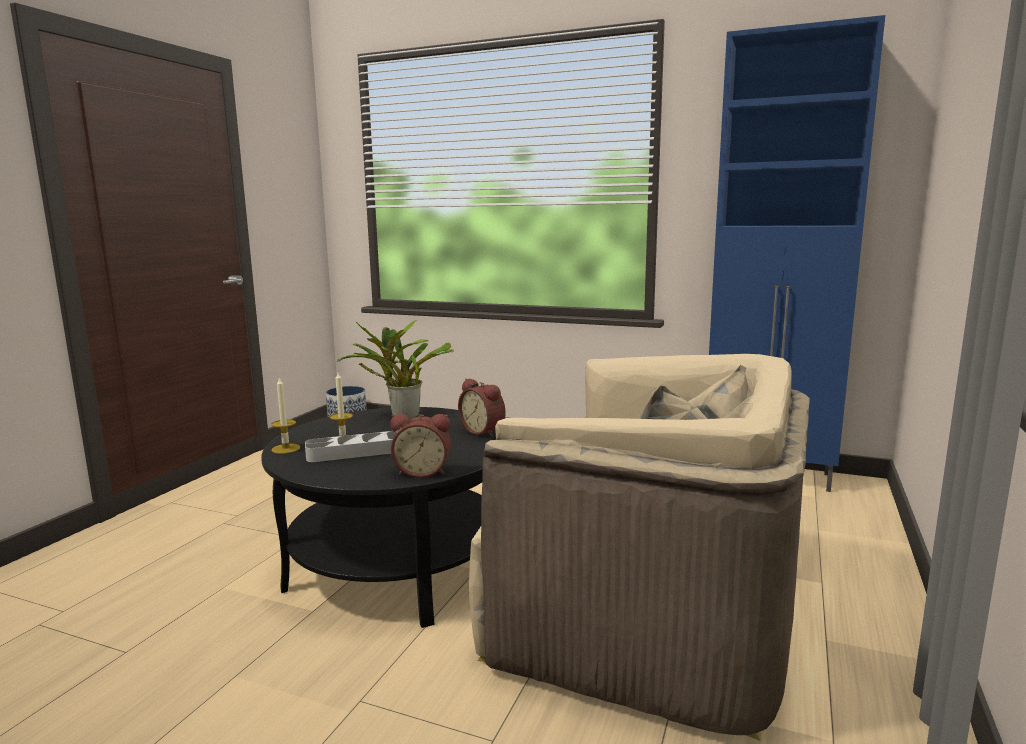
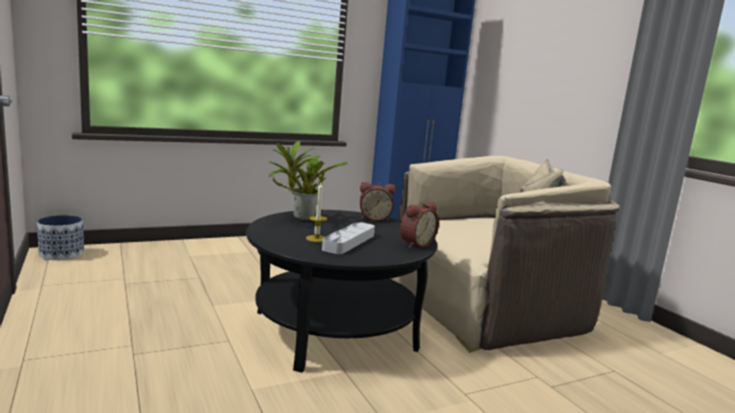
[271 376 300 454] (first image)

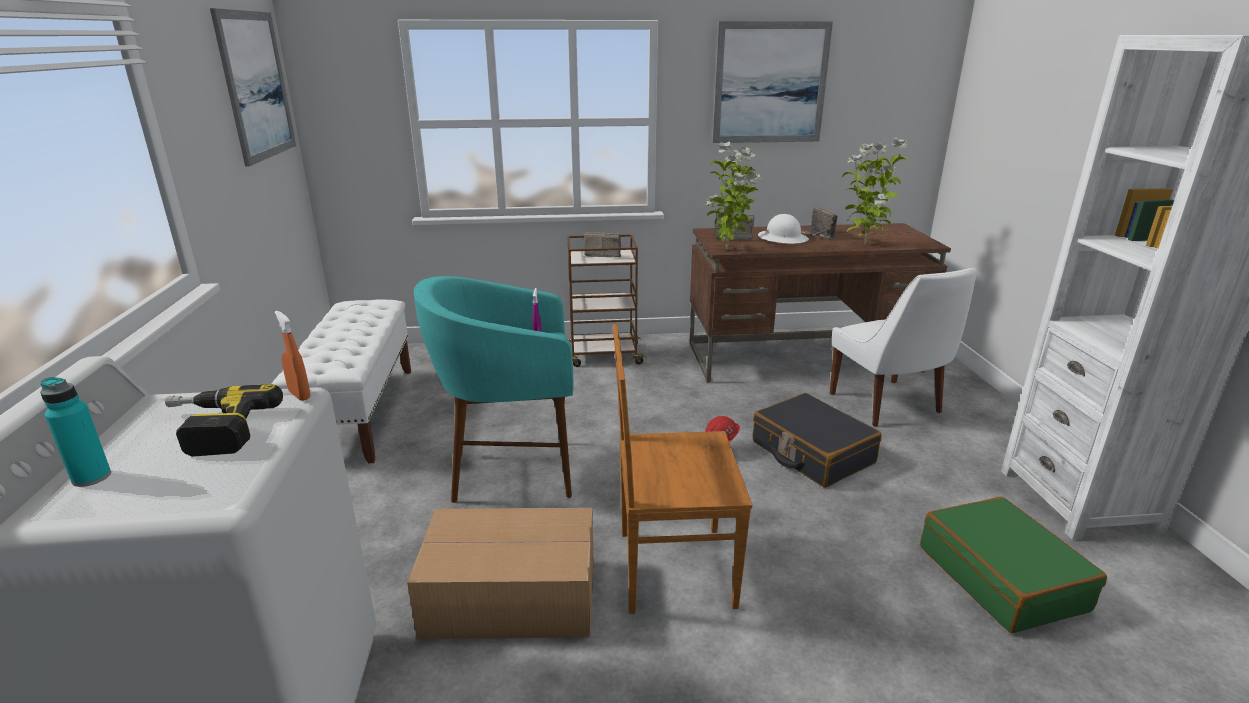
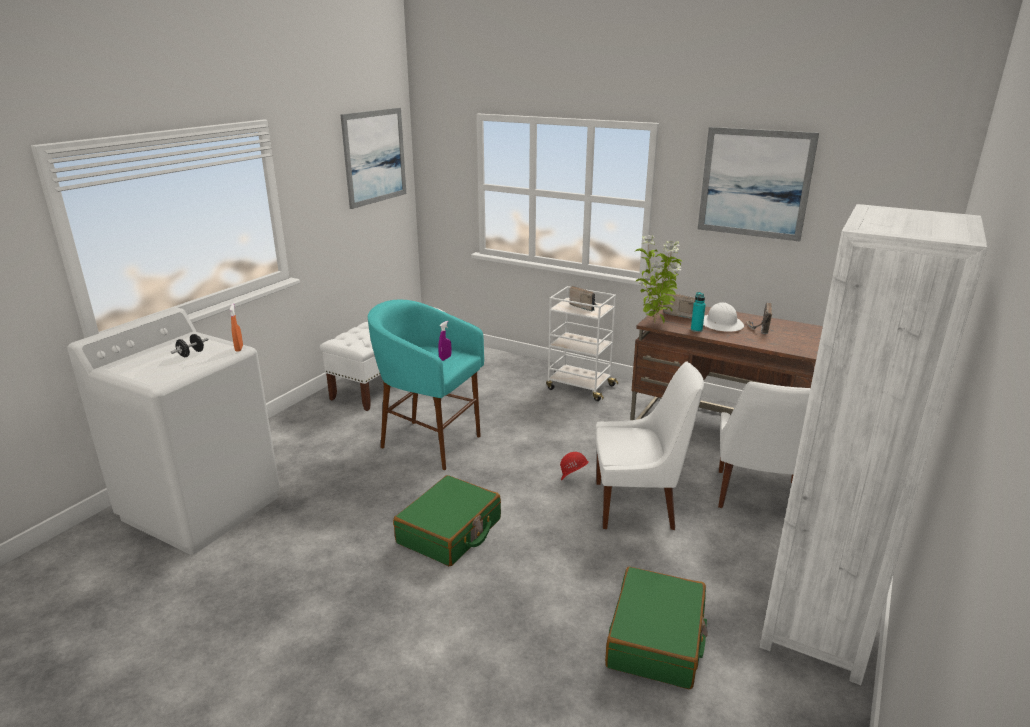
[171 334 208 357]
[393 475 501 566]
[546 286 618 401]
[595 361 704 530]
[691 292 706 332]
[407 508 594 639] (first image)
[842 137 908 244] (first image)

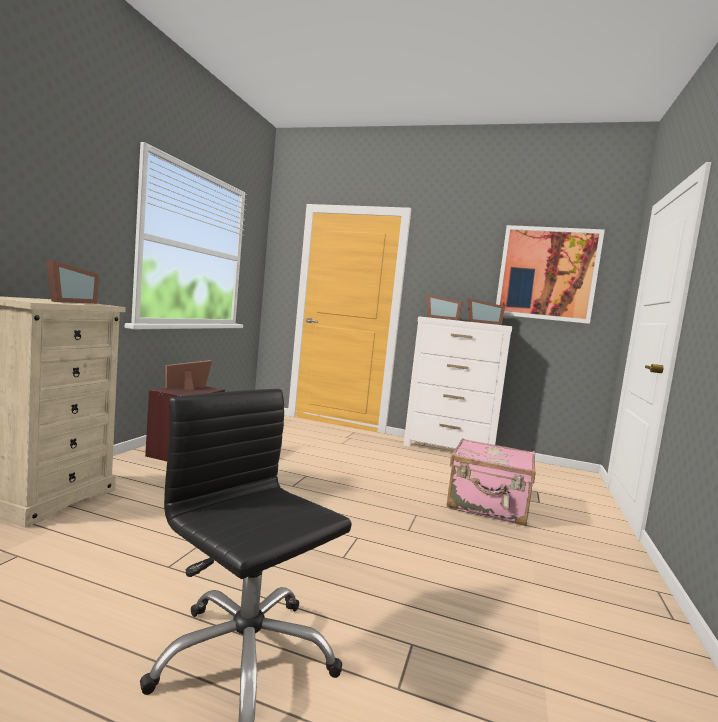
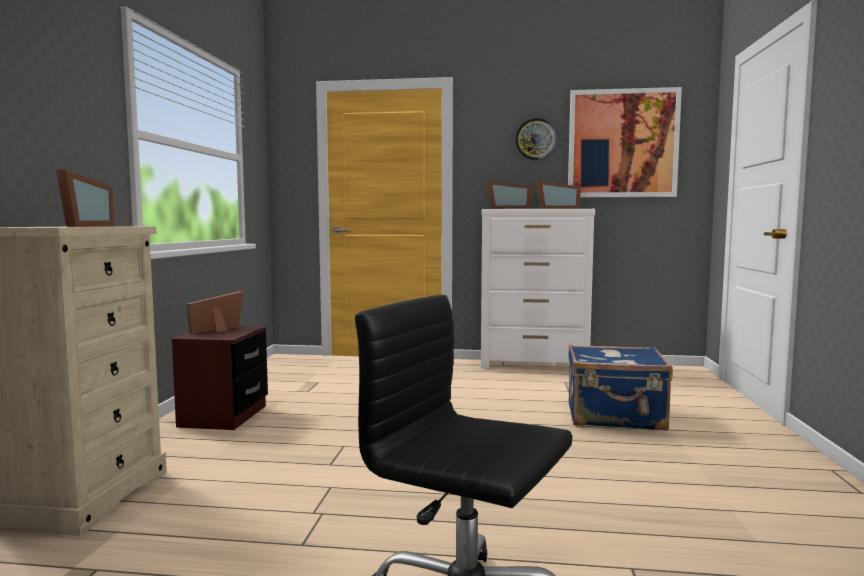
[515 118 557 160]
[568 344 673 431]

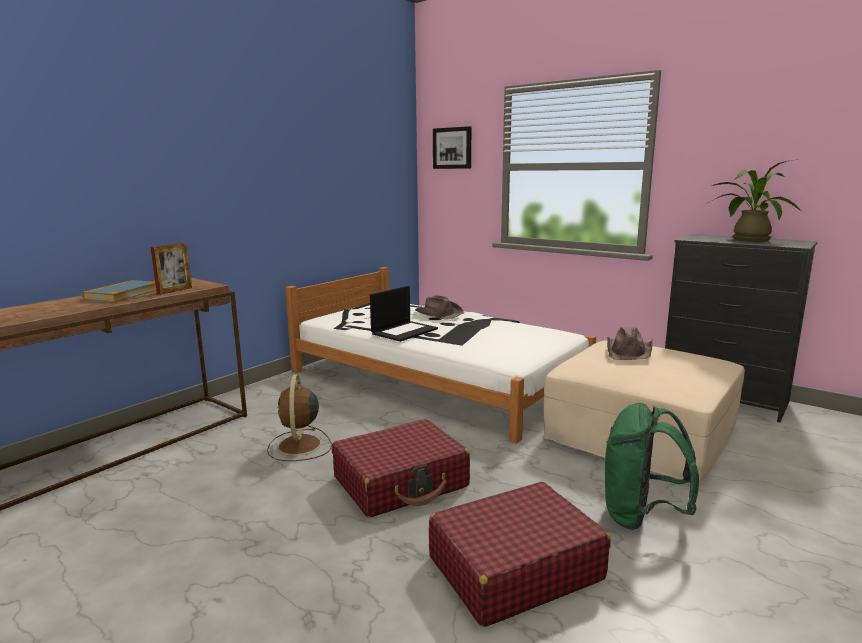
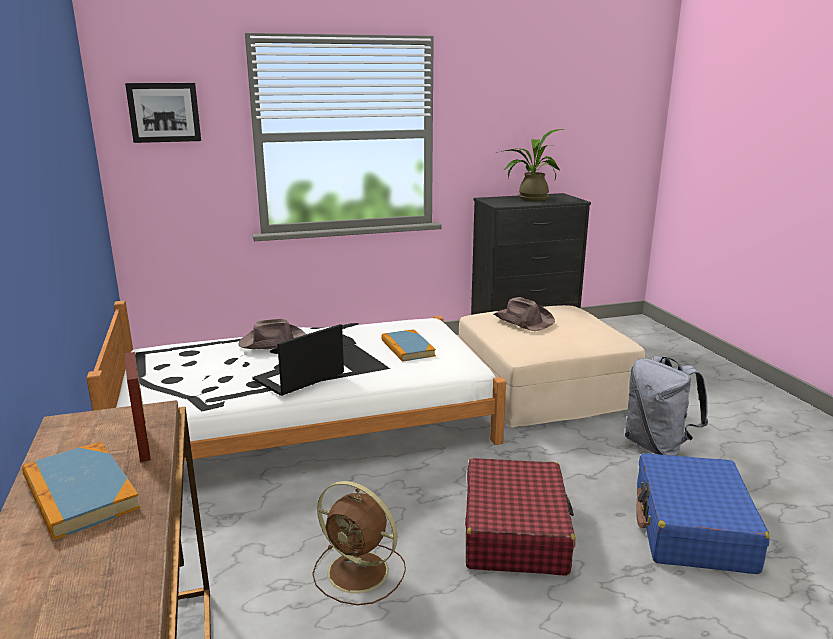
[252 324 344 396]
[381 329 436 362]
[625 356 708 456]
[636 453 770 574]

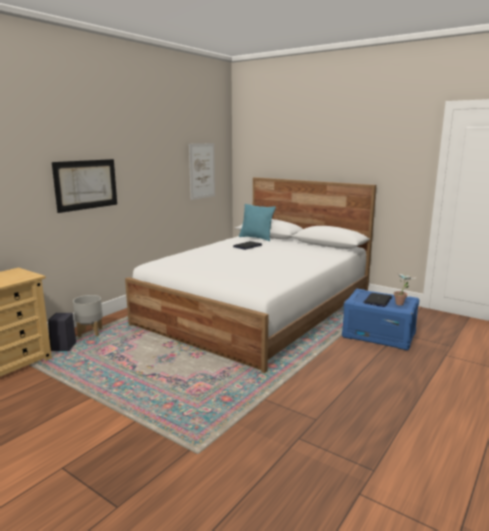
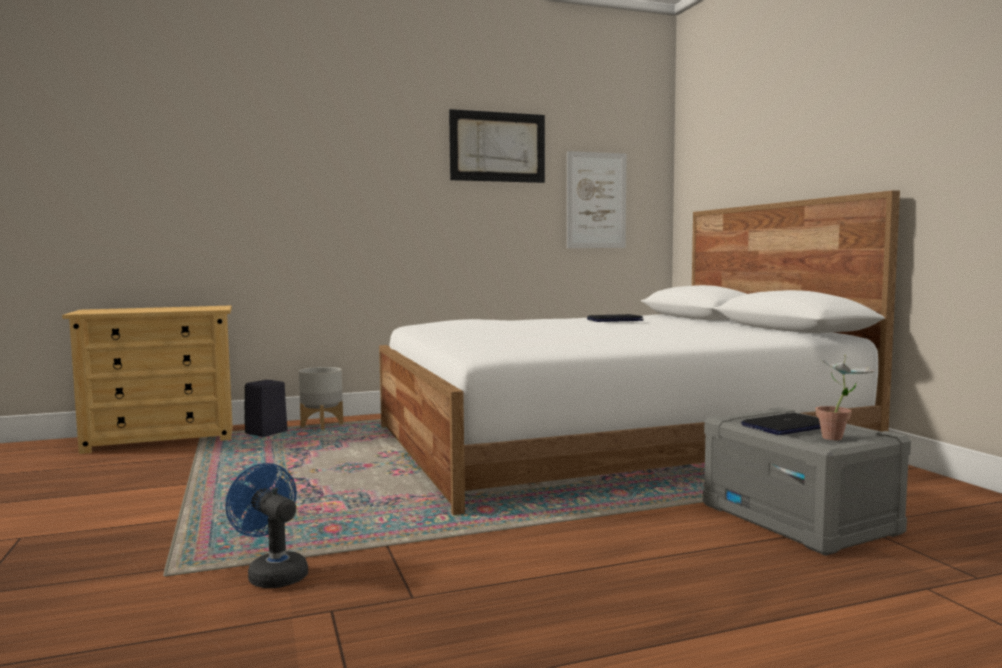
[225 463 308 588]
[449 109 545 183]
[703 407 911 556]
[239 204 276 241] (first image)

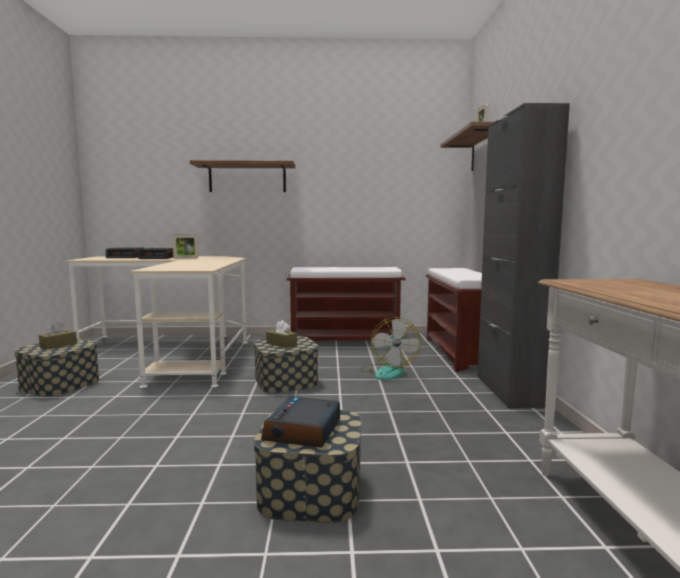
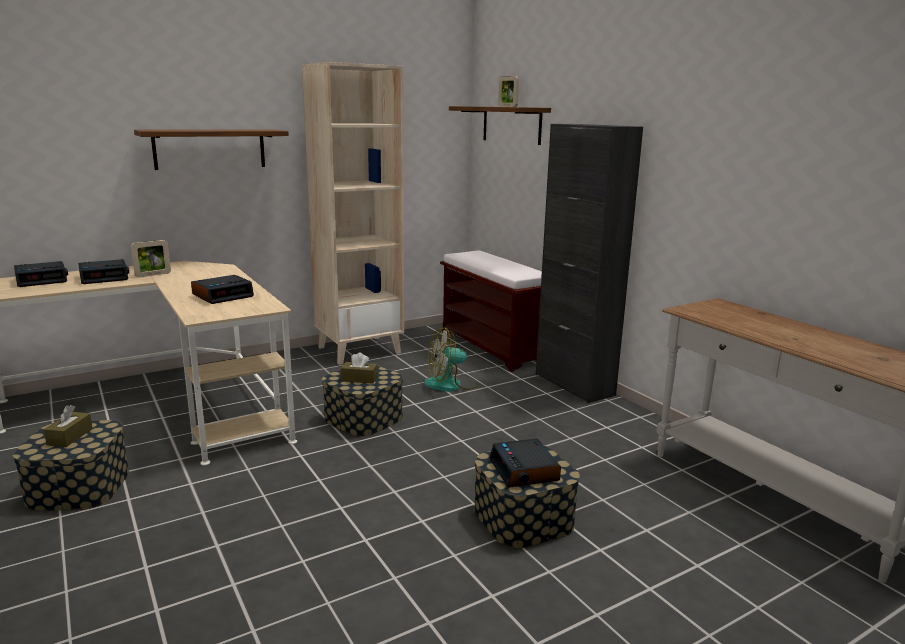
[191 275 254 304]
[302 62 404 365]
[424 327 479 392]

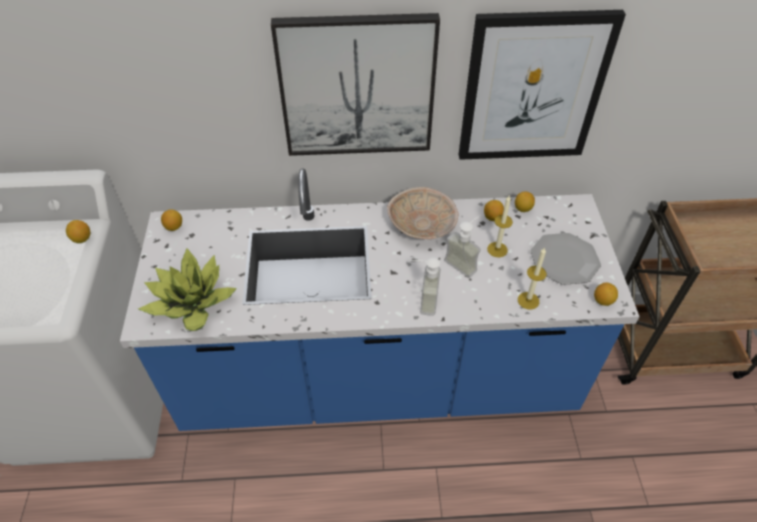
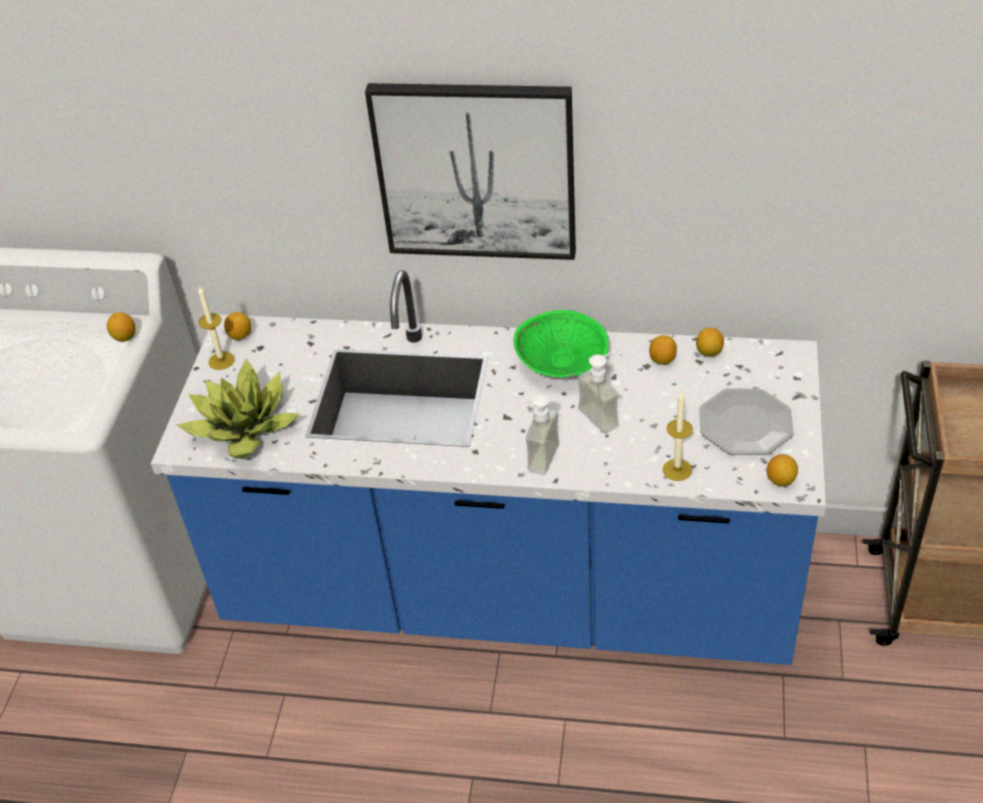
[198 285 235 370]
[514 310 609 378]
[459 10 626 160] (first image)

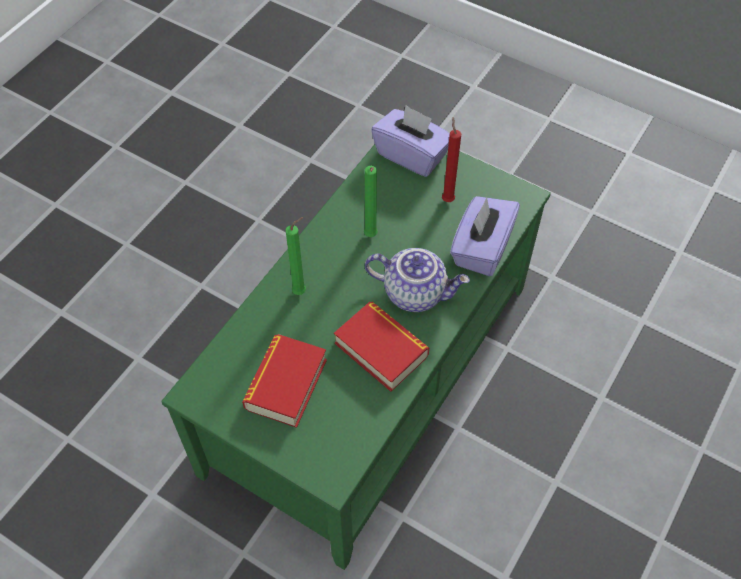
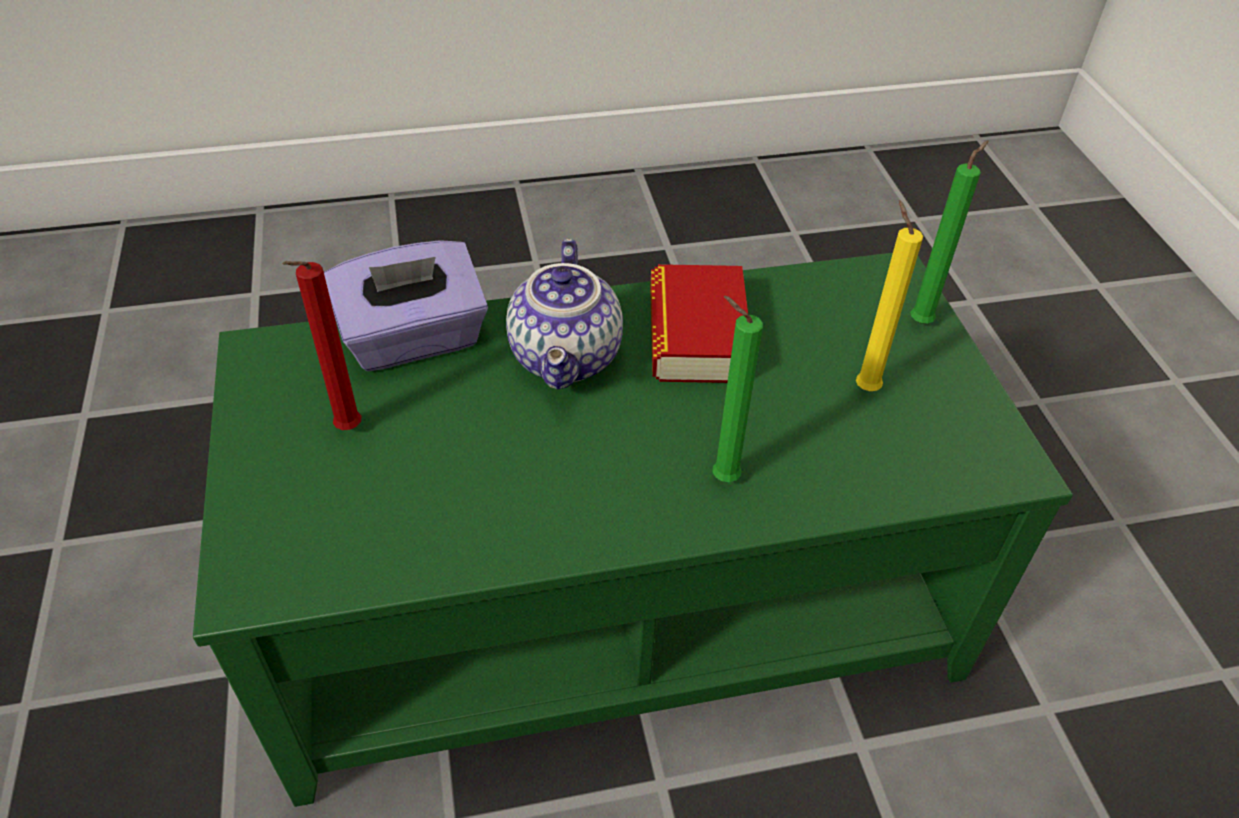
[506 239 623 389]
[856 200 923 391]
[911 140 988 323]
[371 105 450 177] (first image)

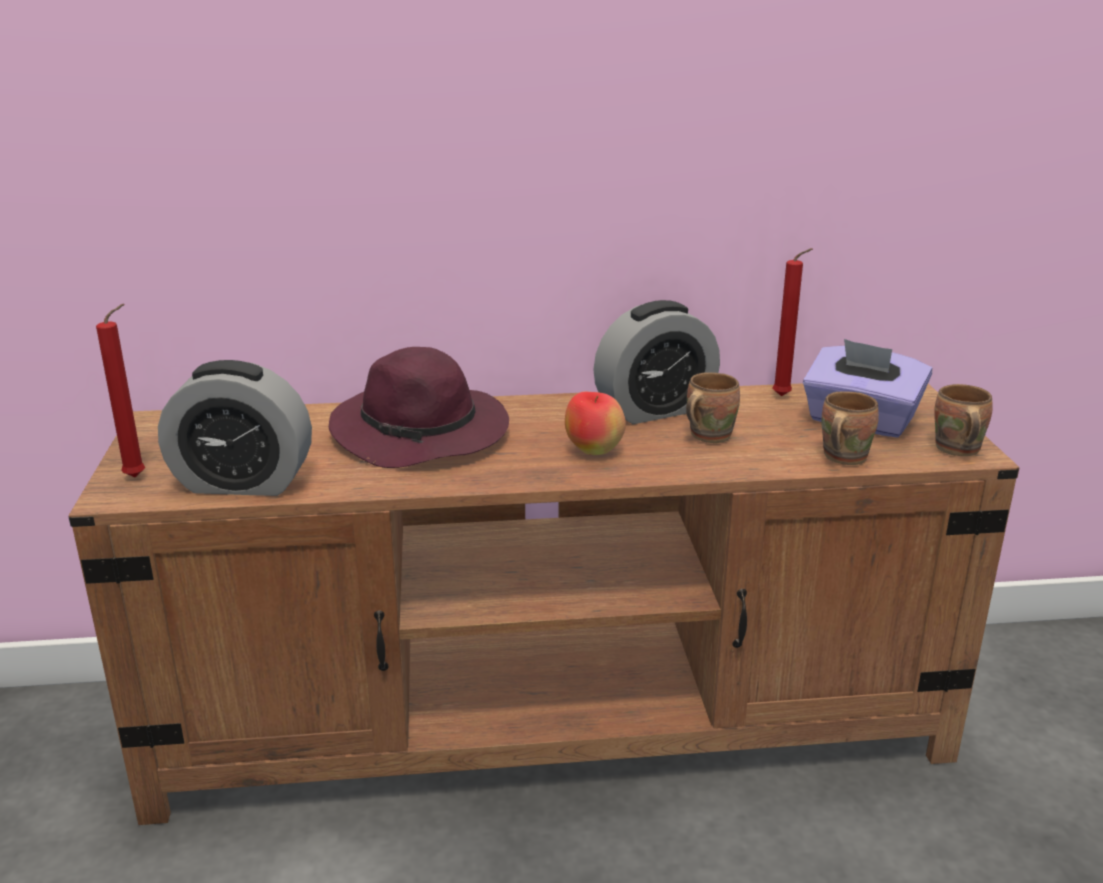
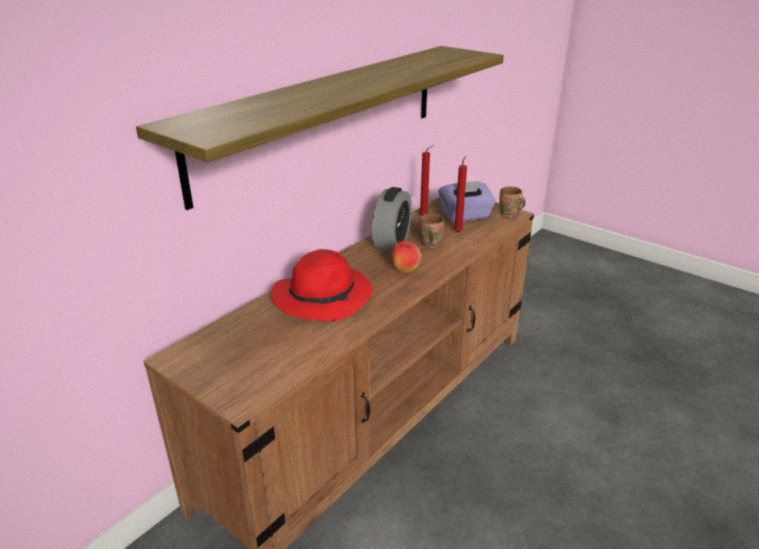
[136 46 504 210]
[271 249 372 321]
[454 156 467 232]
[158 360 312 496] (first image)
[821 391 879 465] (first image)

